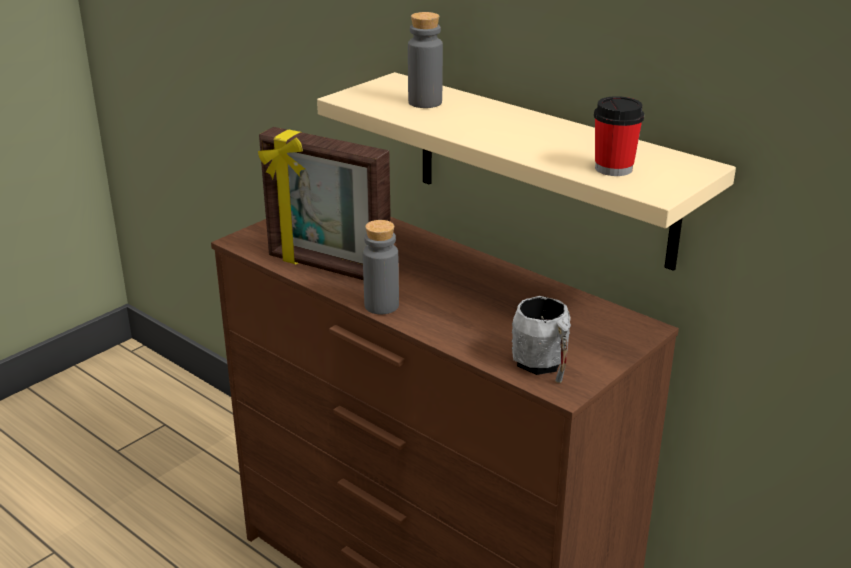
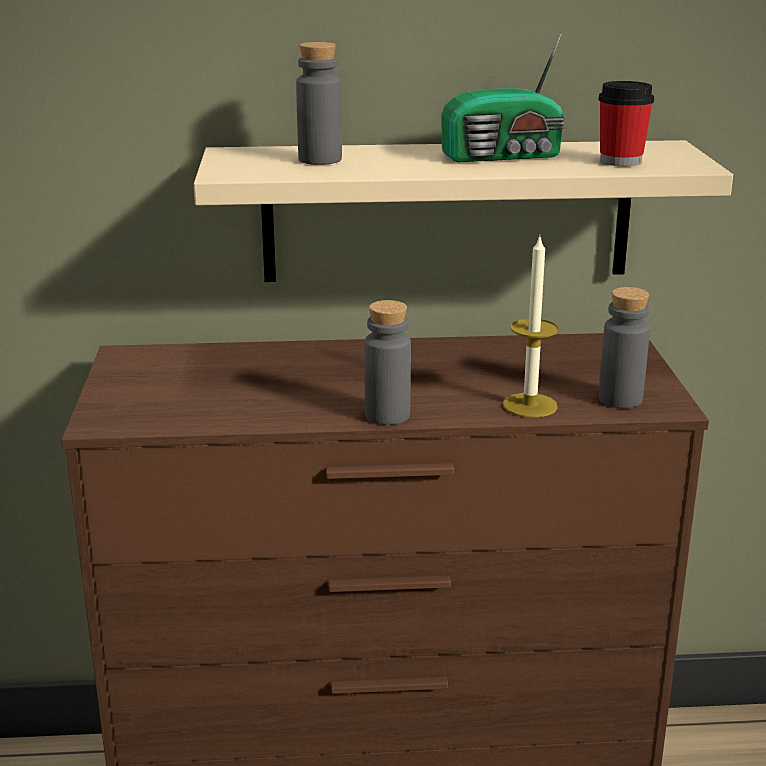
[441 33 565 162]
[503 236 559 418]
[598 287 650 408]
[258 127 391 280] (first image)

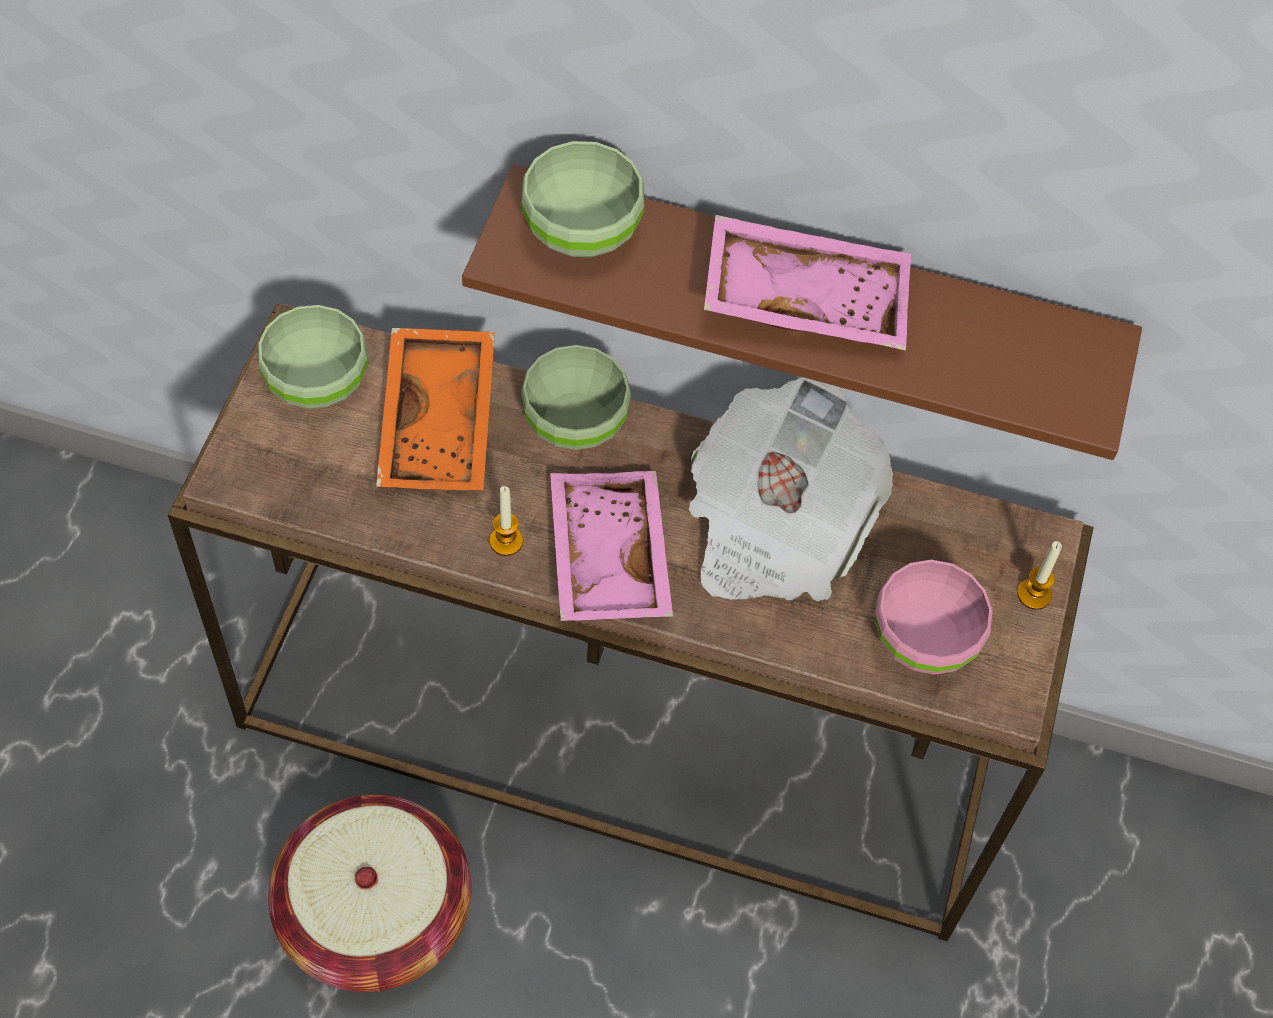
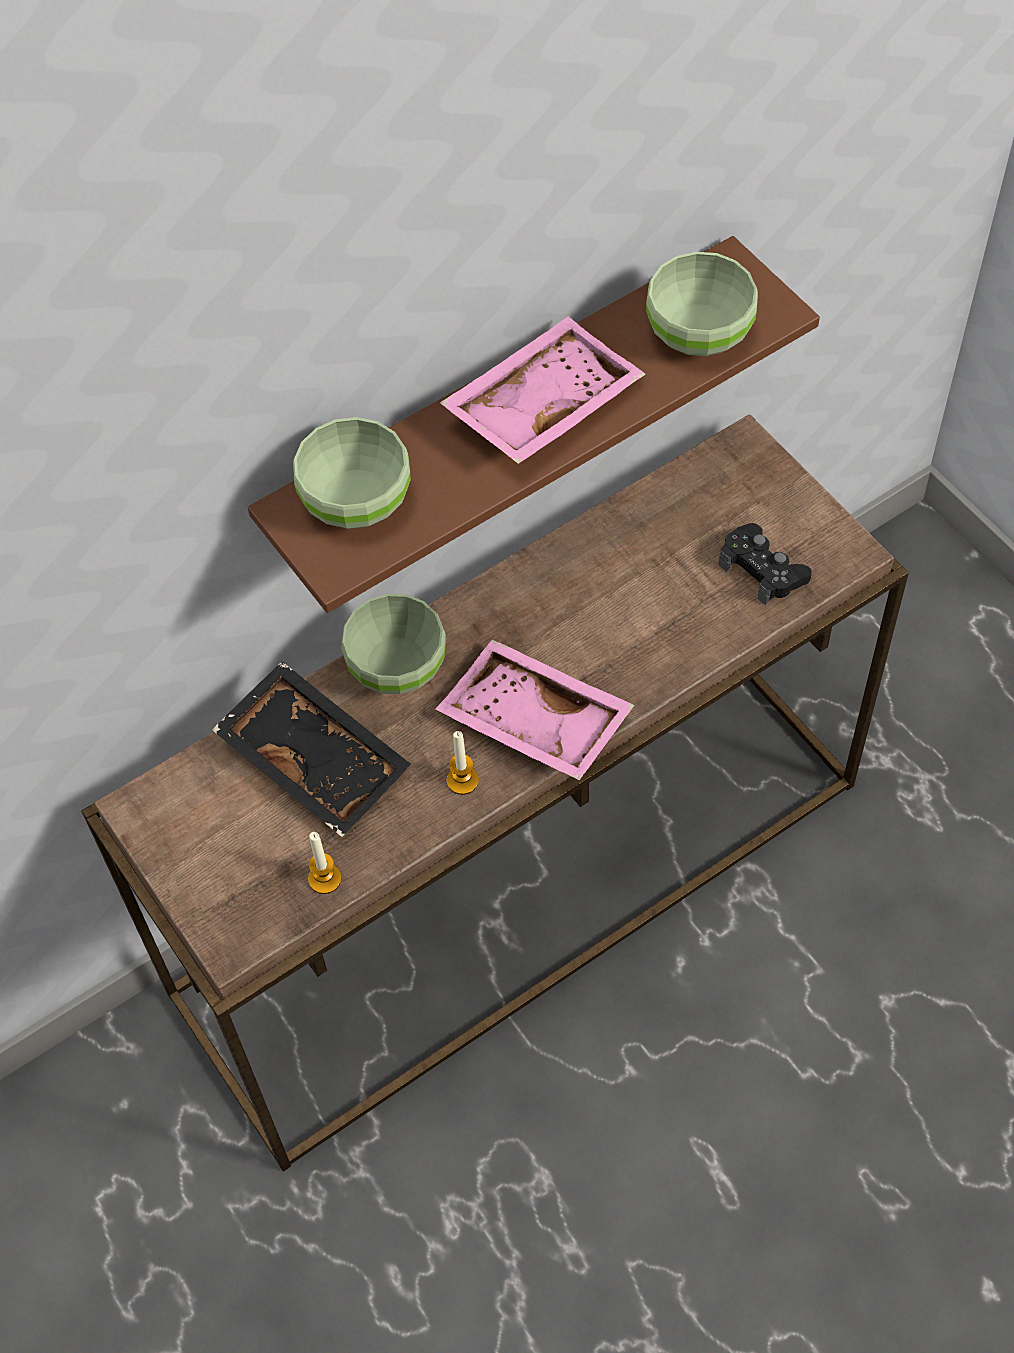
[212 661 411 837]
[308 832 342 894]
[646 252 758 356]
[719 523 812 605]
[268 795 472 992] (first image)
[689 377 893 601] (first image)

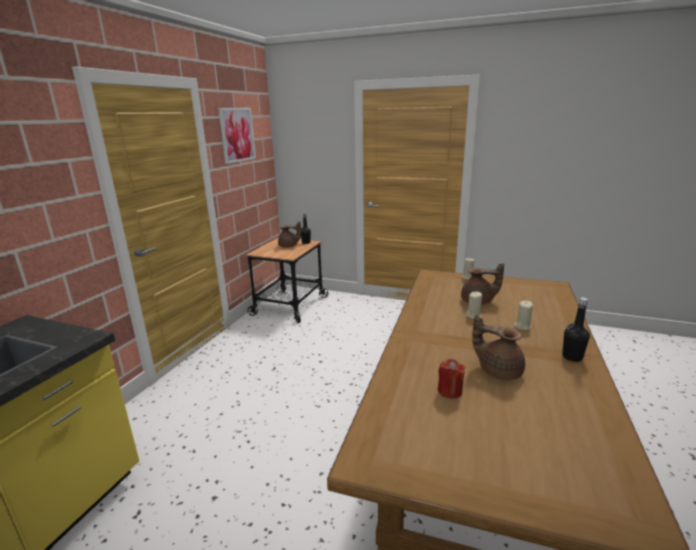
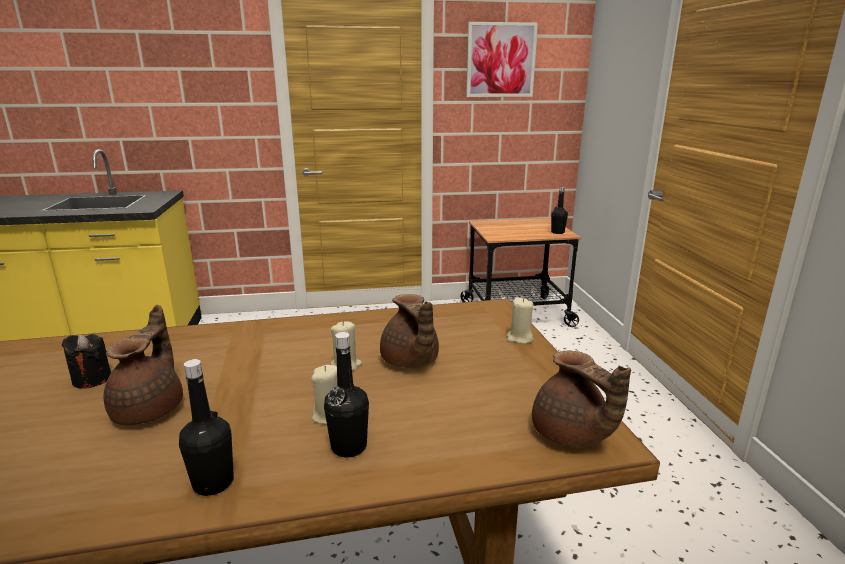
[62 334 111 389]
[324 332 369 457]
[532 351 631 448]

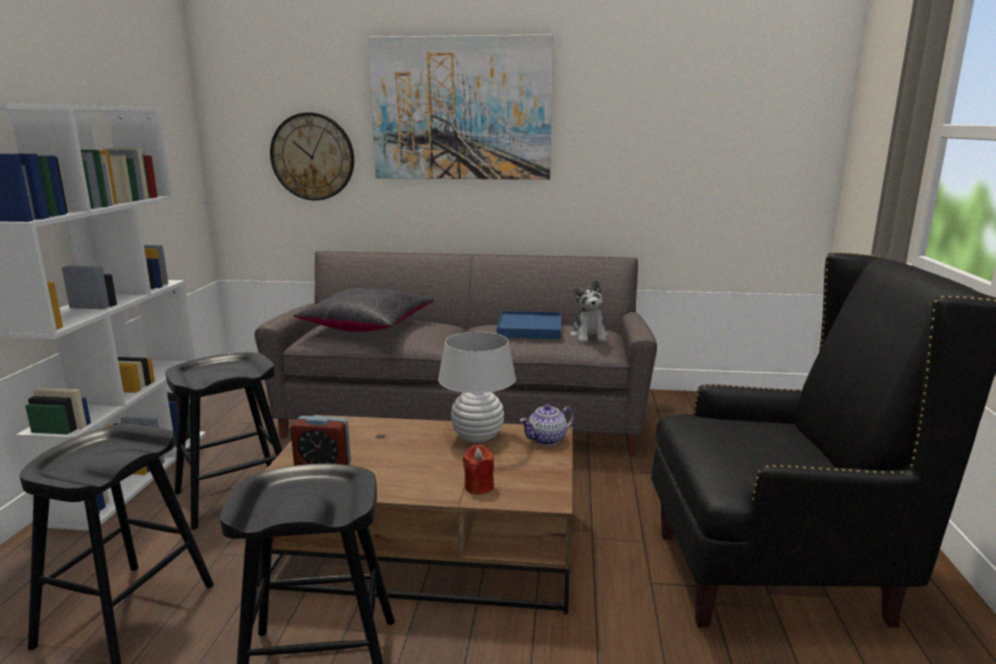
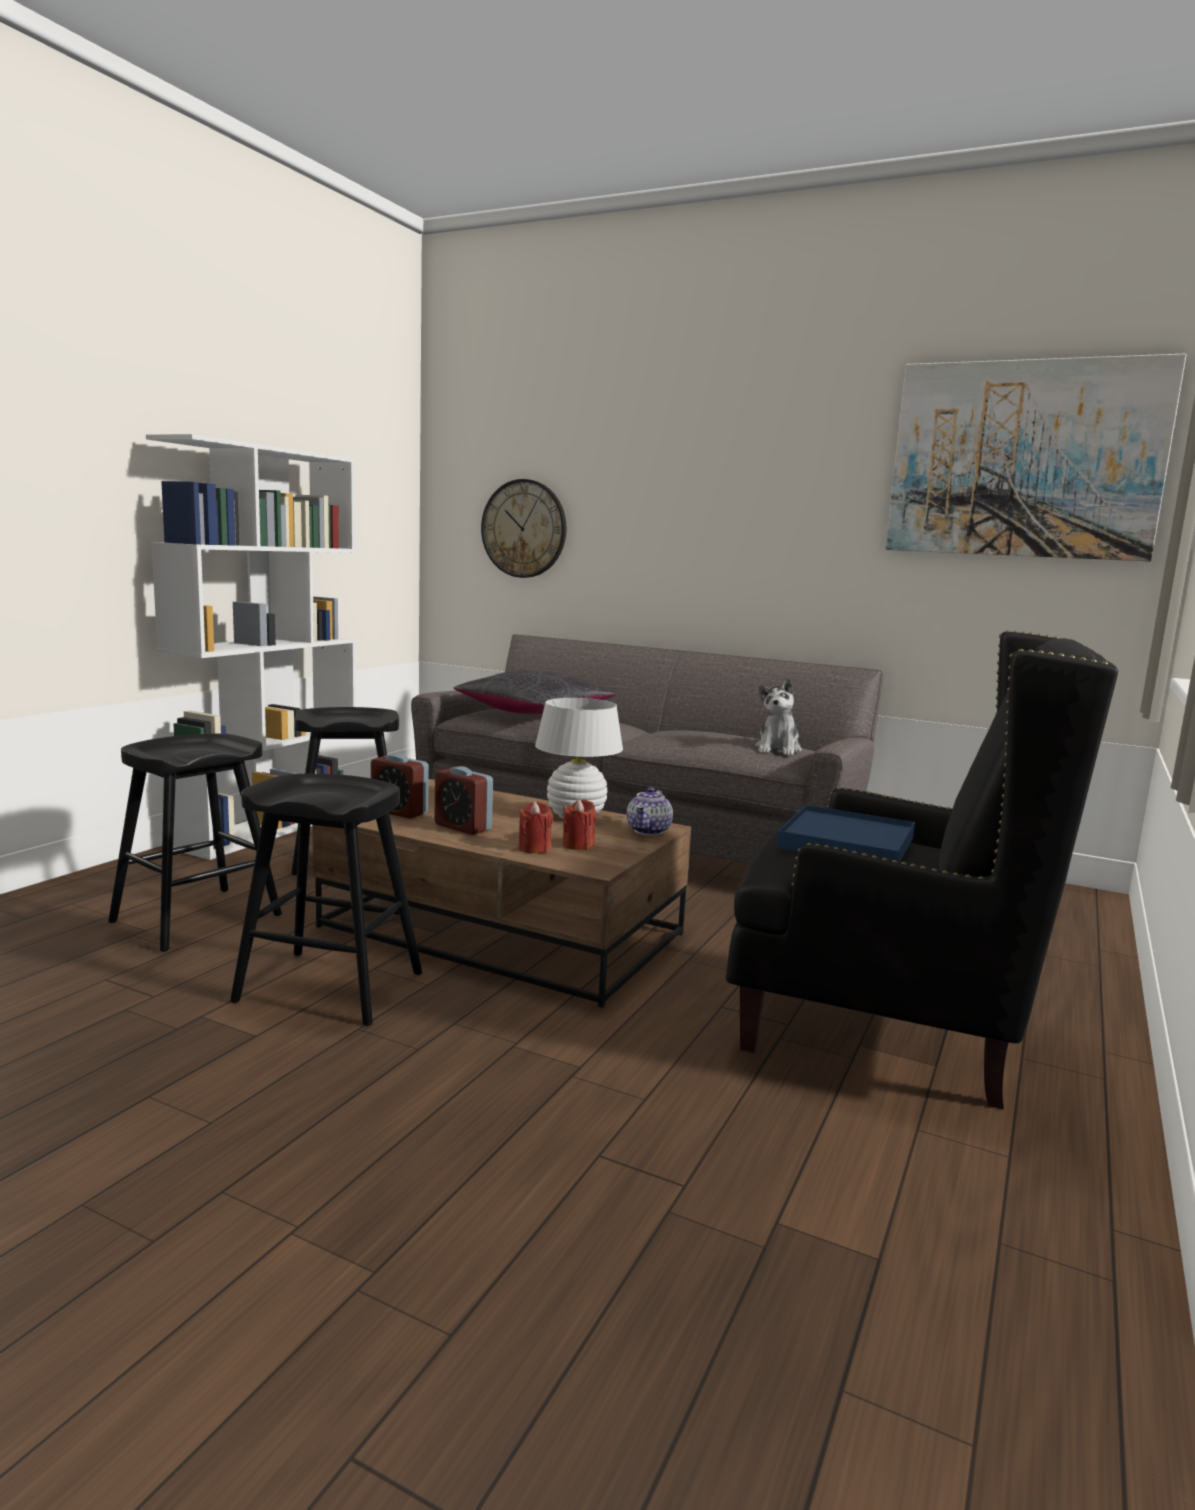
[435 766 493 835]
[563 799 596 850]
[627 787 673 835]
[776 805 915 861]
[885 353 1186 562]

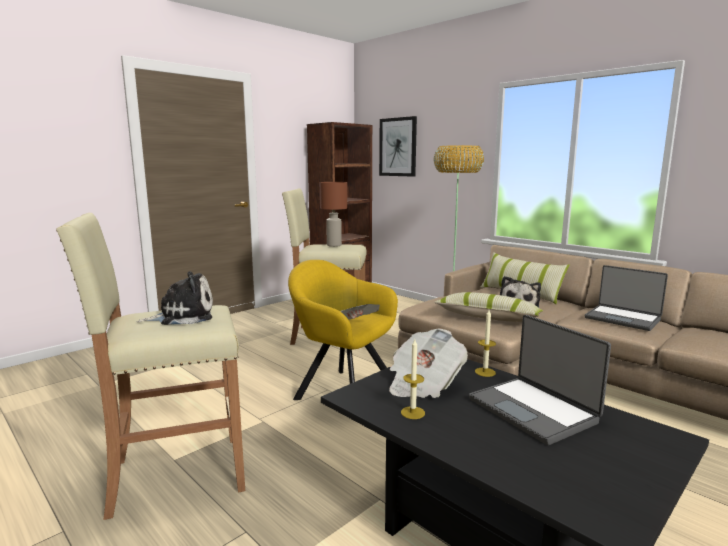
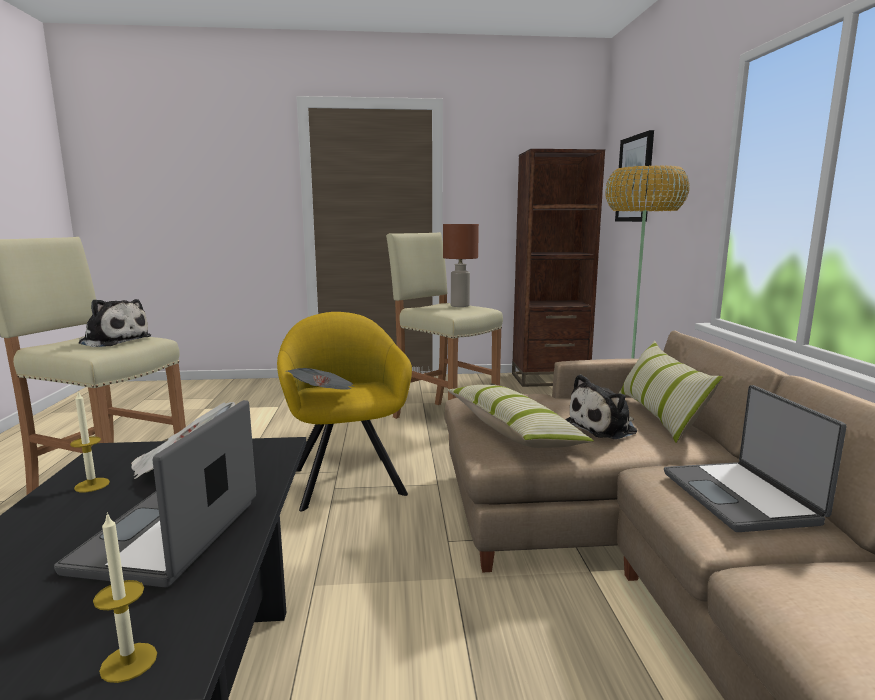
[93 512 157 683]

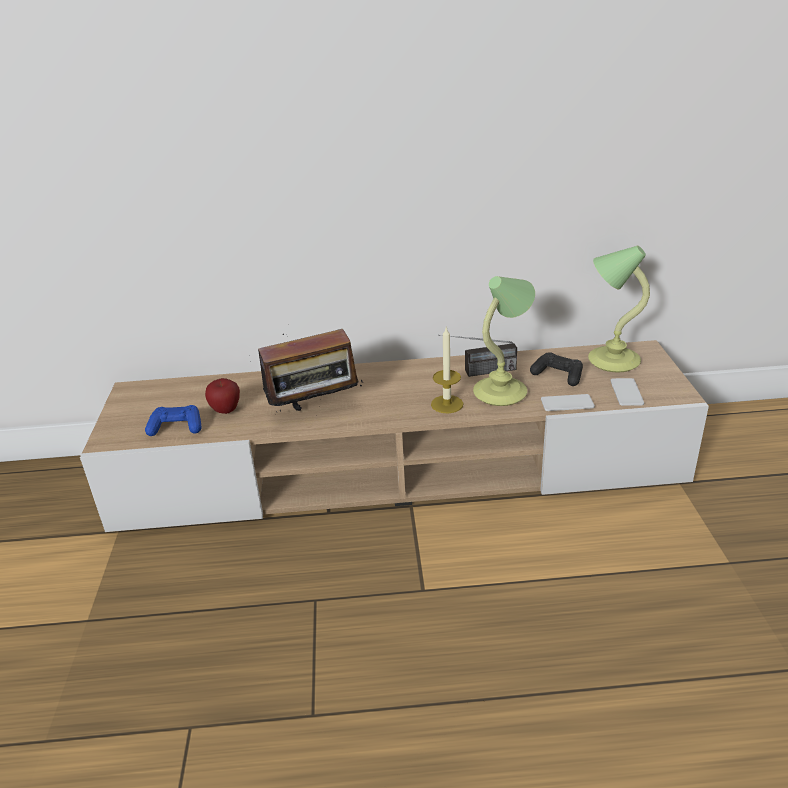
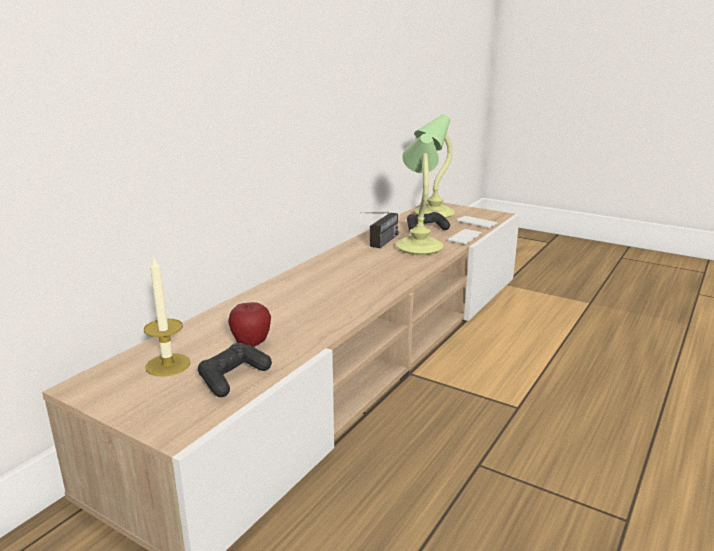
[144 255 191 376]
[198 343 272 397]
[258 329 364 412] (first image)

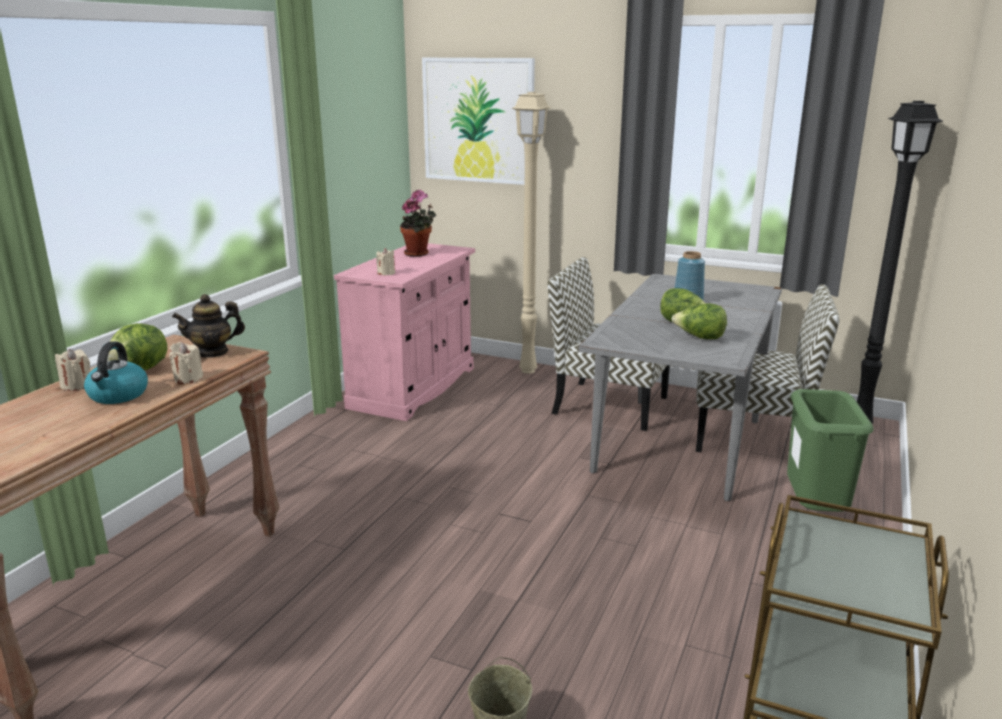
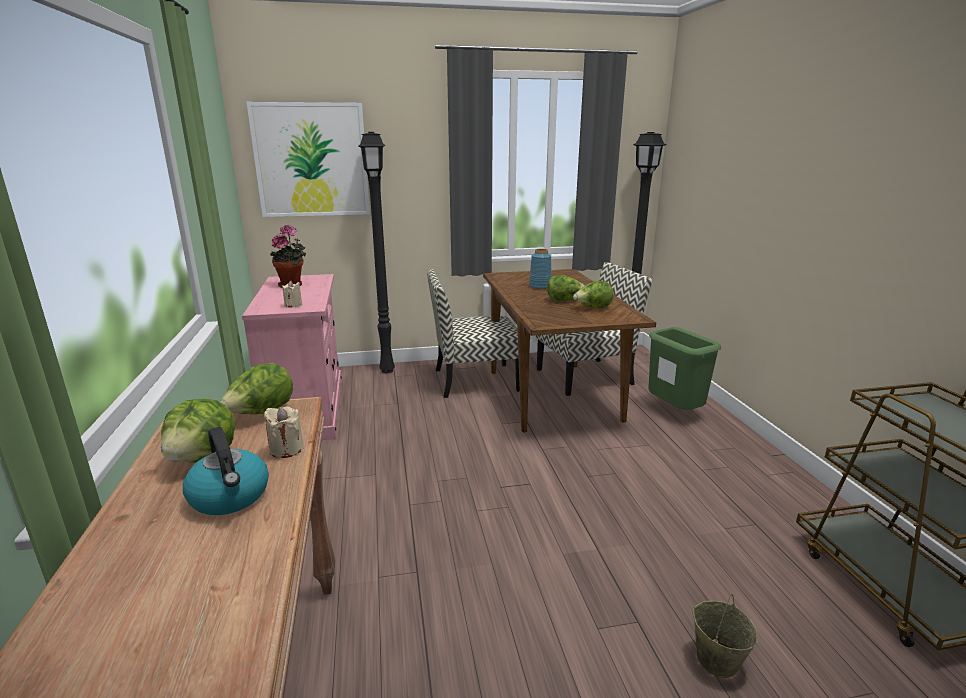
[220 363 293 414]
[358 132 395 373]
[483 269 656 432]
[55 349 90 391] (first image)

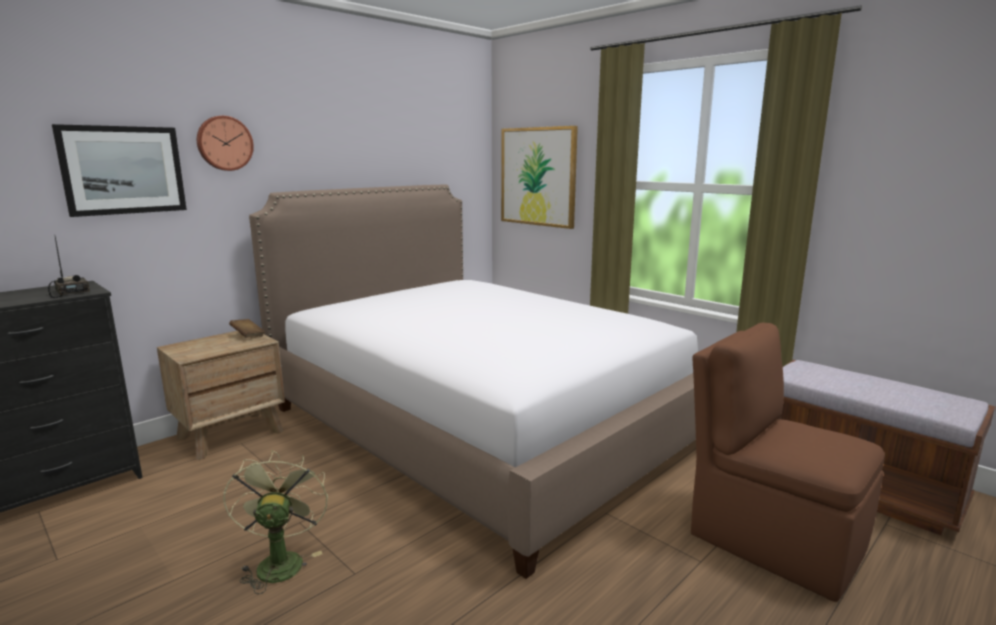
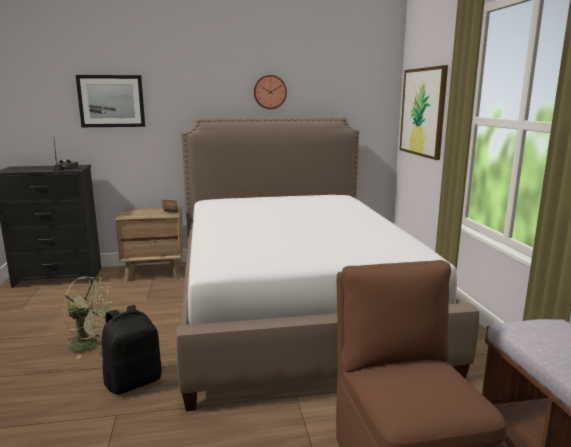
[64 276 115 359]
[102 305 162 395]
[254 75 287 109]

